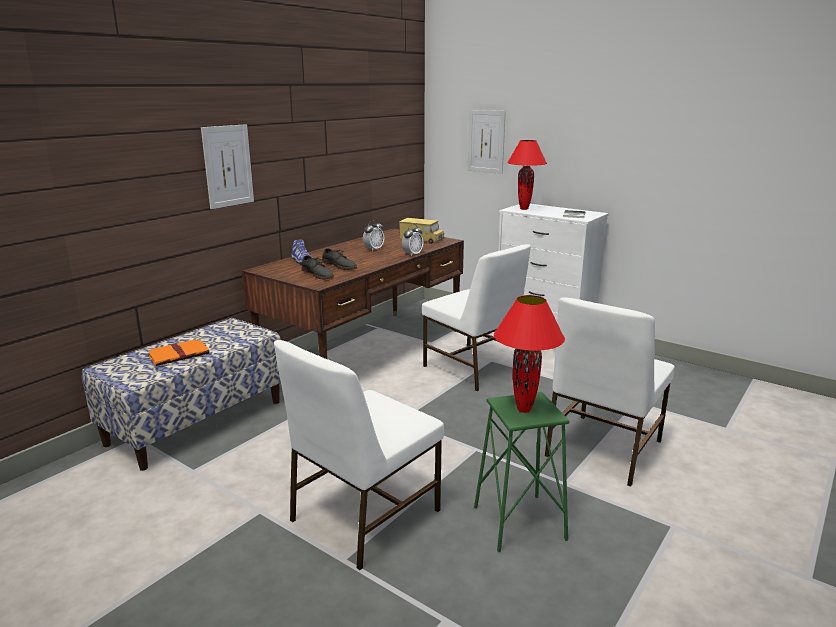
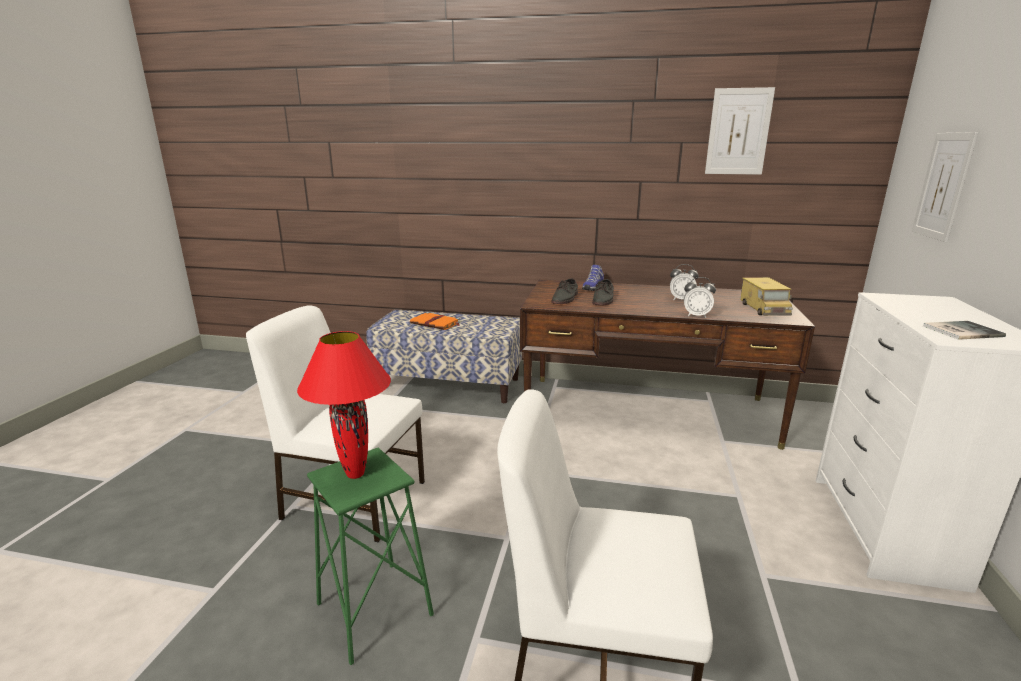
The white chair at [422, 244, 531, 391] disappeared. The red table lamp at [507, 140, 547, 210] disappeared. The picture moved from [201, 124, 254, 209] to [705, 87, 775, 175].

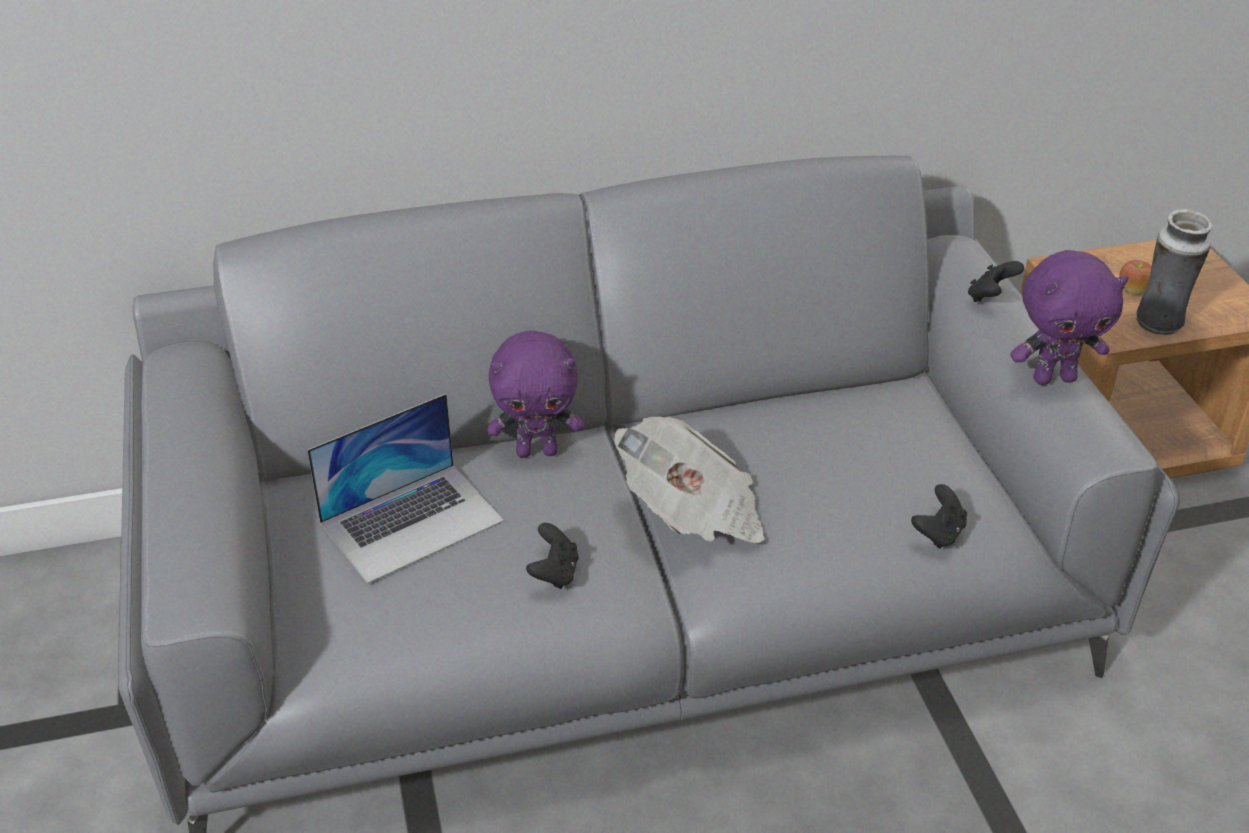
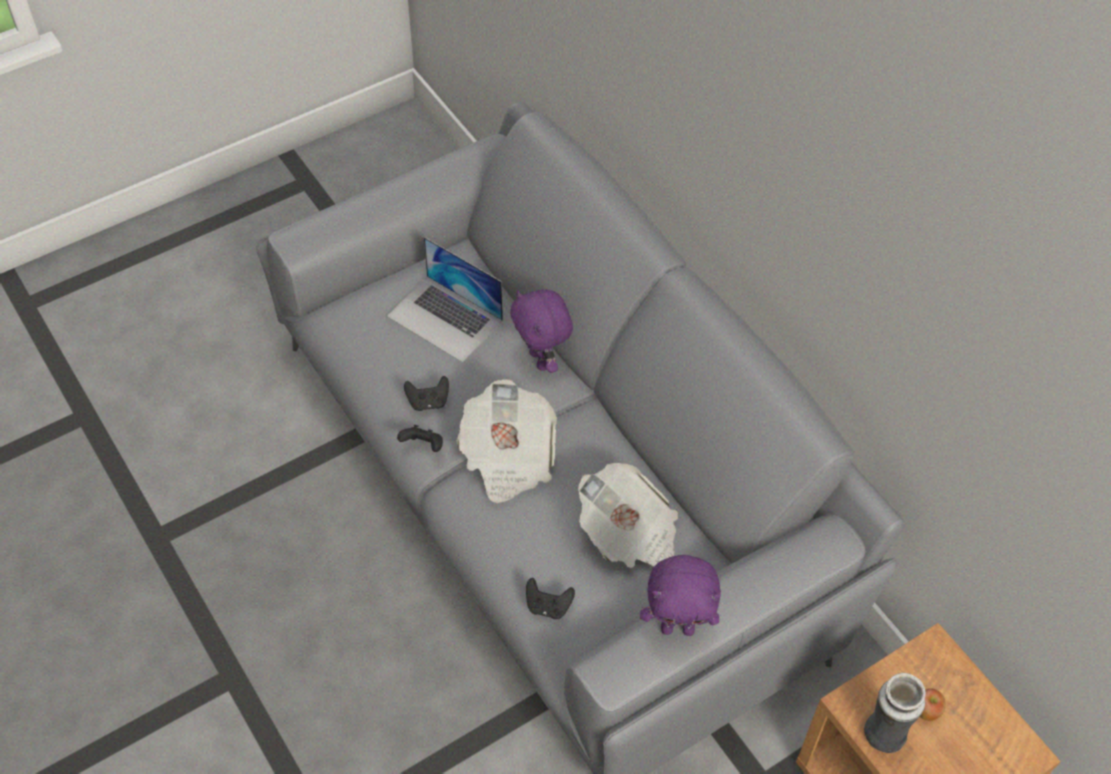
The newspaper at [578, 463, 678, 568] appeared. The black game controller moved from [968, 261, 1024, 302] to [397, 425, 443, 452]. The purple plush toy at [1010, 250, 1129, 385] turned 60 degrees counterclockwise.

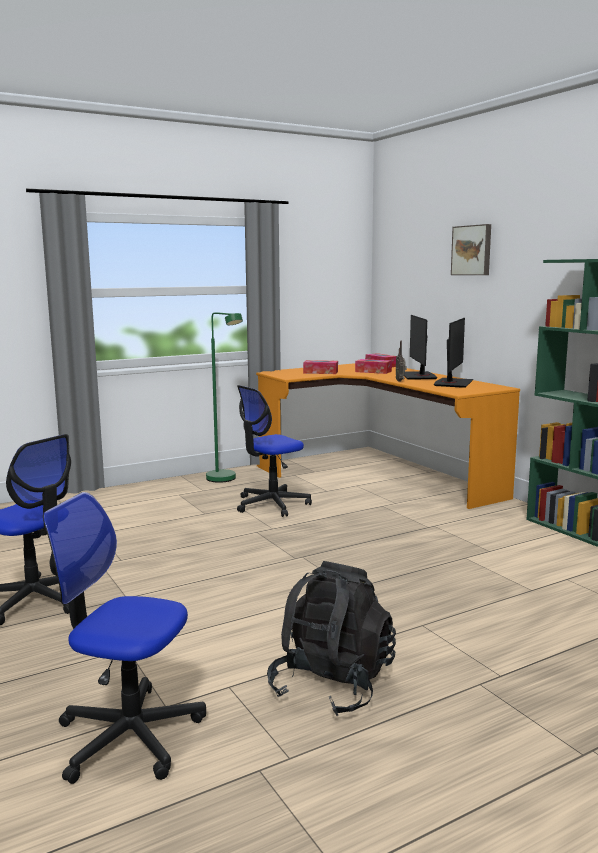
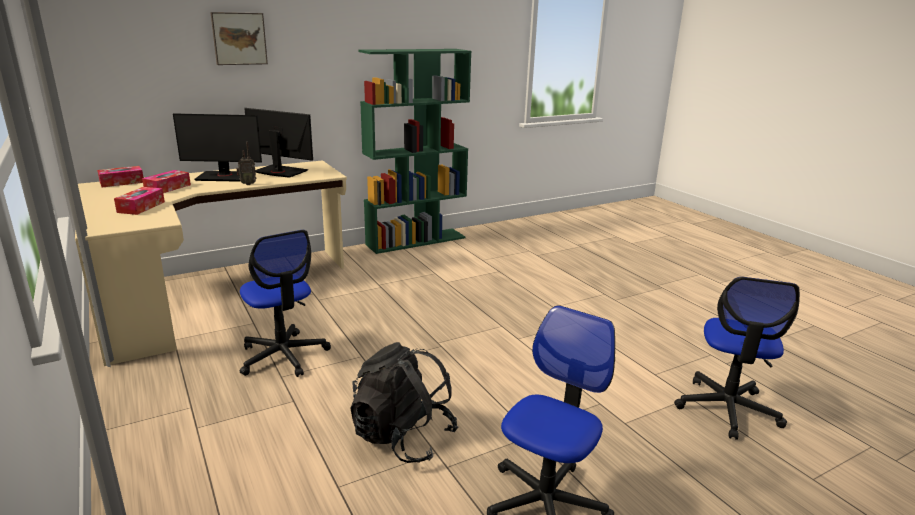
The green floor lamp at [206, 312, 243, 483] disappeared. The black backpack moved from [267, 561, 396, 716] to [350, 342, 458, 463]. The orange desk at [256, 363, 520, 509] became the beige desk at [75, 160, 347, 366].

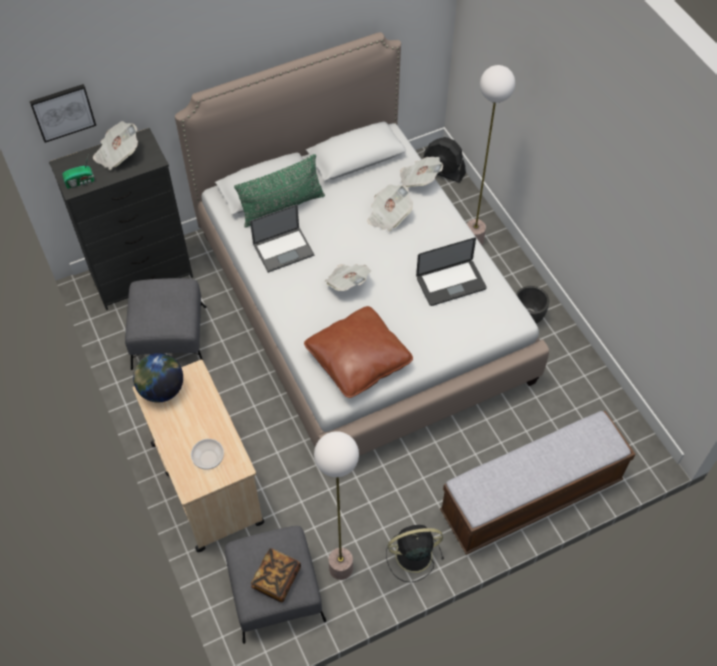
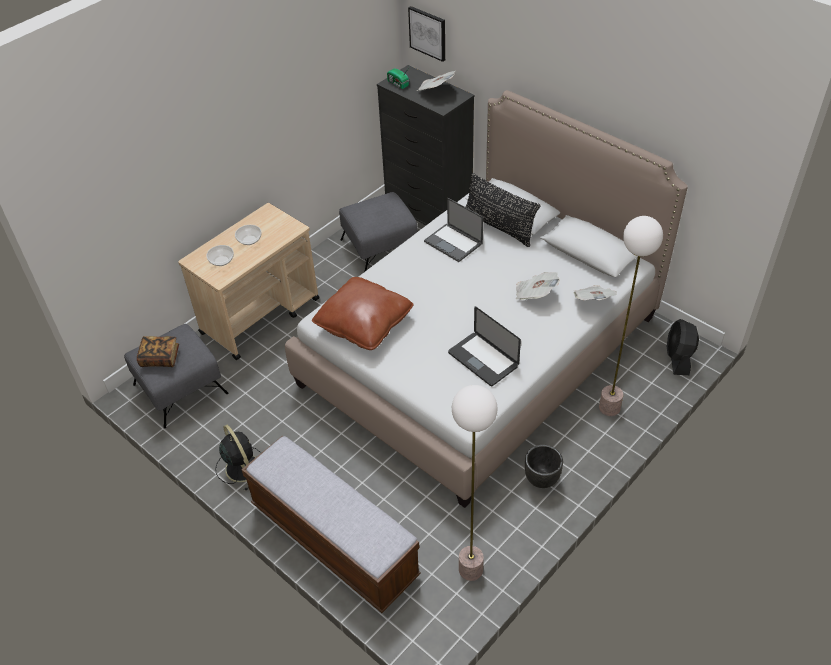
The globe at [133, 353, 183, 403] disappeared. The newspaper at [324, 264, 371, 291] disappeared. The bowl at [235, 225, 262, 245] appeared. The floor lamp moved from [314, 431, 359, 580] to [452, 385, 498, 581]. The green pillow at [234, 154, 325, 228] became the black pillow at [465, 173, 541, 247].

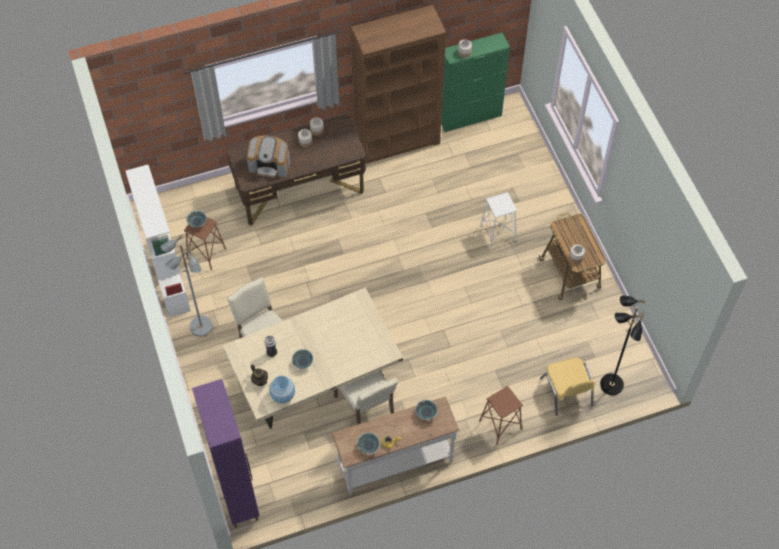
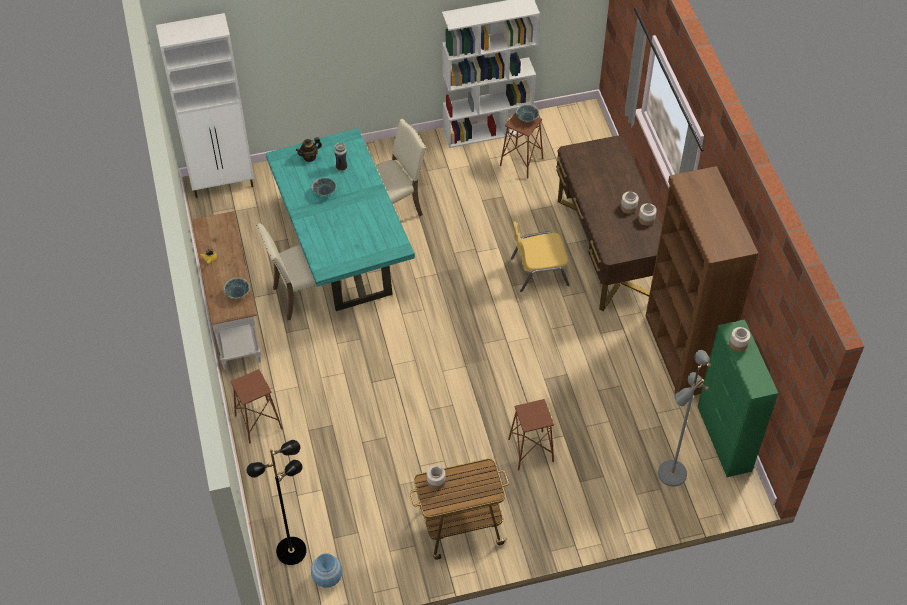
The coffee machine at [247, 135, 290, 178] disappeared. The bowl at [357, 433, 380, 454] disappeared. The grey floor lamp moved from [161, 235, 213, 336] to [658, 350, 711, 487]. The blue vase moved from [269, 376, 295, 403] to [311, 553, 343, 588]. The yellow chair moved from [540, 358, 595, 416] to [511, 221, 569, 292]. The purple cabinet at [192, 379, 260, 528] became the white cabinet at [156, 13, 254, 198]. The beige dining table at [223, 288, 403, 429] became the turquoise dining table at [266, 128, 415, 311]. The white stool at [480, 192, 517, 248] became the brown stool at [508, 399, 554, 471].

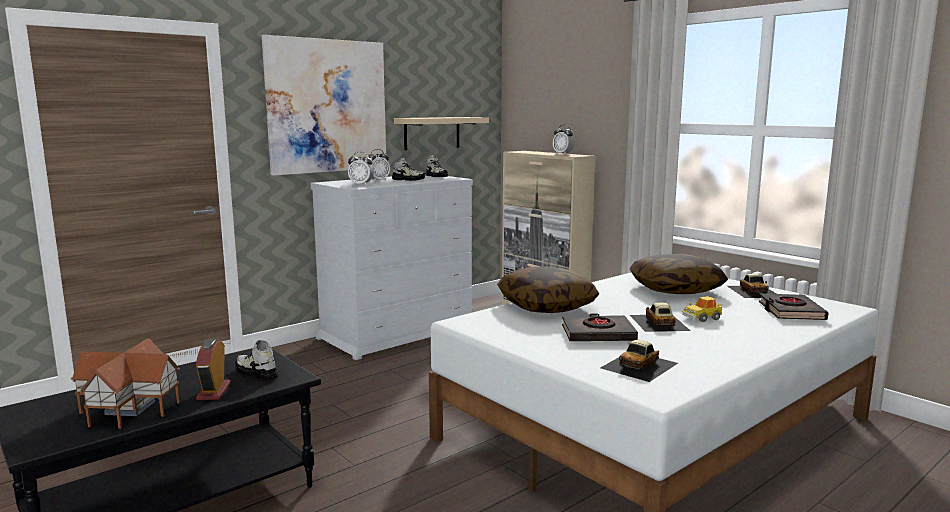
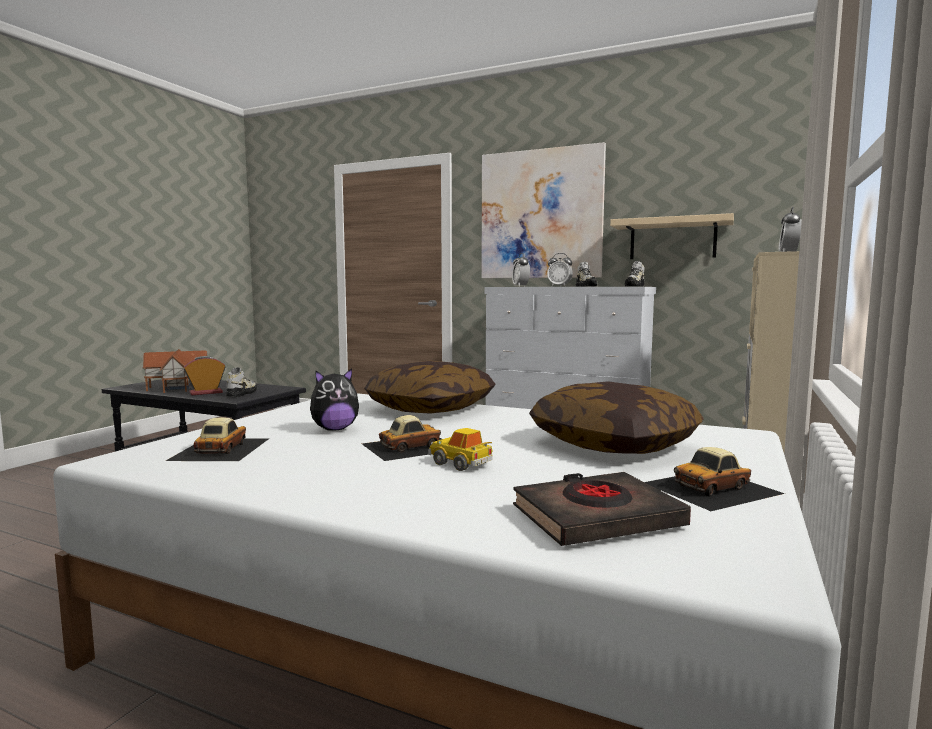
The black book at [562, 313, 638, 341] was replaced by the plush toy at [310, 368, 359, 431]. The toy car at [600, 340, 678, 382] turned 75 degrees clockwise.

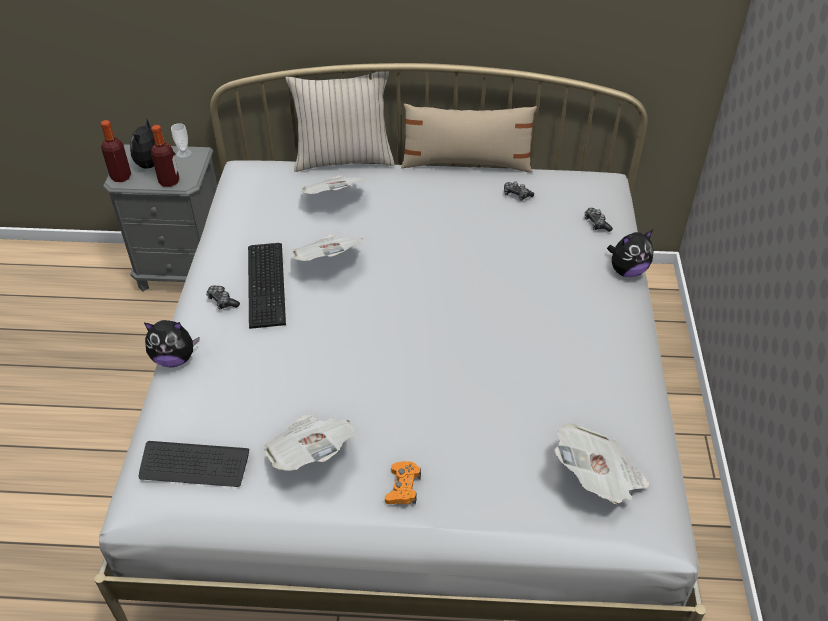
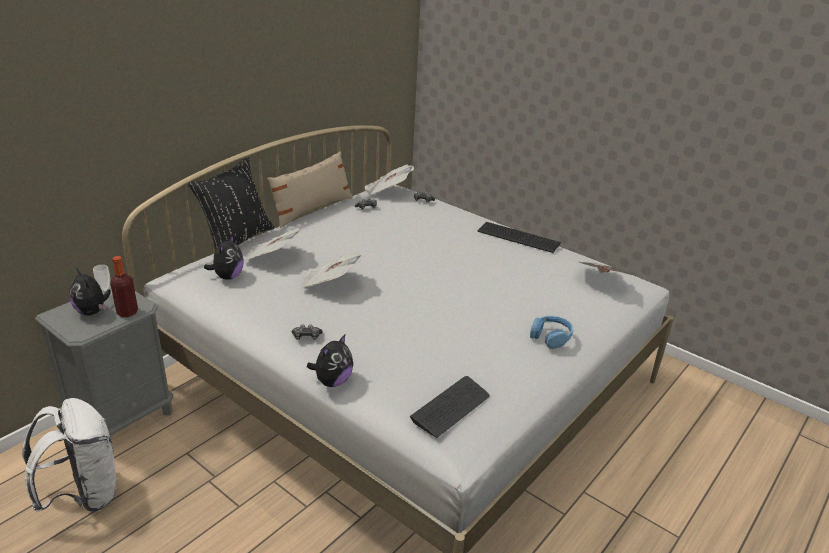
The bottle at [101, 120, 131, 182] disappeared. The white backpack at [22, 398, 118, 512] appeared. The keyboard moved from [248, 243, 286, 329] to [478, 222, 561, 253]. The newspaper moved from [264, 415, 355, 471] to [365, 165, 414, 195]. The plush toy moved from [607, 230, 654, 277] to [204, 235, 244, 280]. The orange game controller at [385, 461, 421, 505] was replaced by the blue headphones at [530, 316, 573, 349]. The beige pillow at [286, 71, 395, 172] became the black pillow at [188, 157, 274, 251].

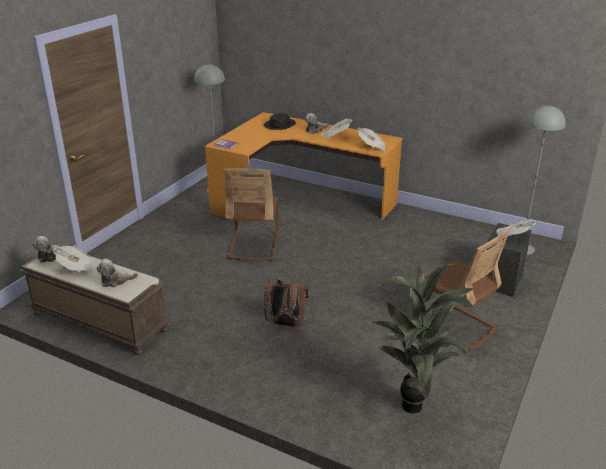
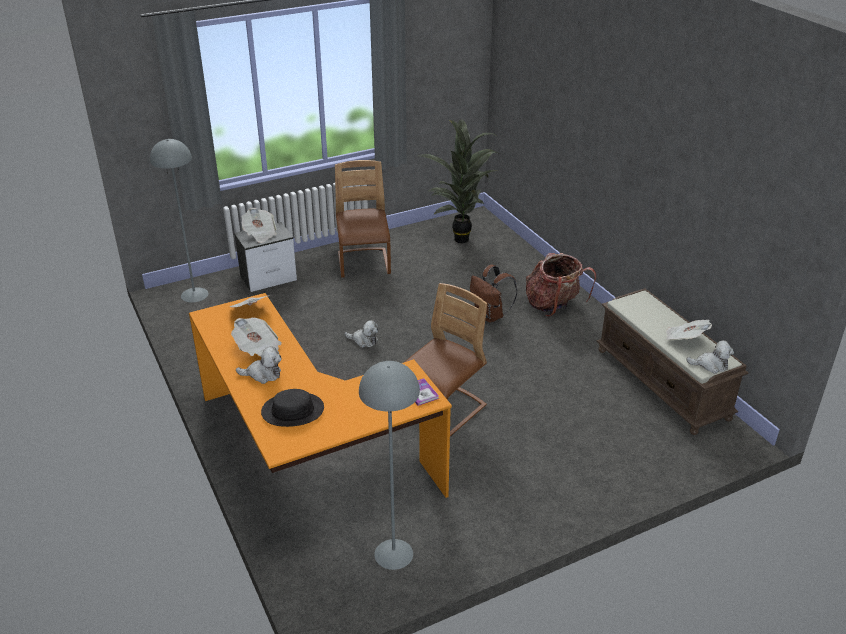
The backpack at [526, 253, 596, 317] appeared. The plush toy moved from [96, 259, 138, 287] to [344, 320, 378, 348].

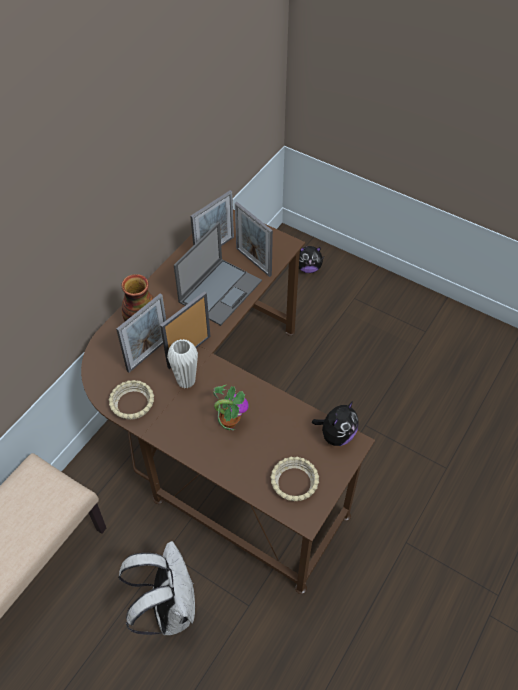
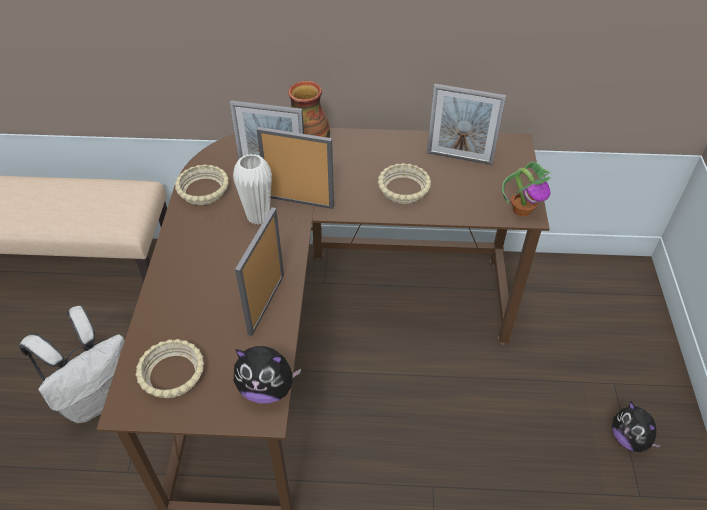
The potted plant moved from [213, 384, 249, 430] to [502, 162, 551, 217]. The picture frame moved from [235, 202, 273, 277] to [235, 207, 284, 336]. The plush toy moved from [299, 246, 324, 273] to [612, 402, 662, 452]. The laptop at [174, 222, 262, 326] was replaced by the beige bowl at [378, 163, 431, 204].

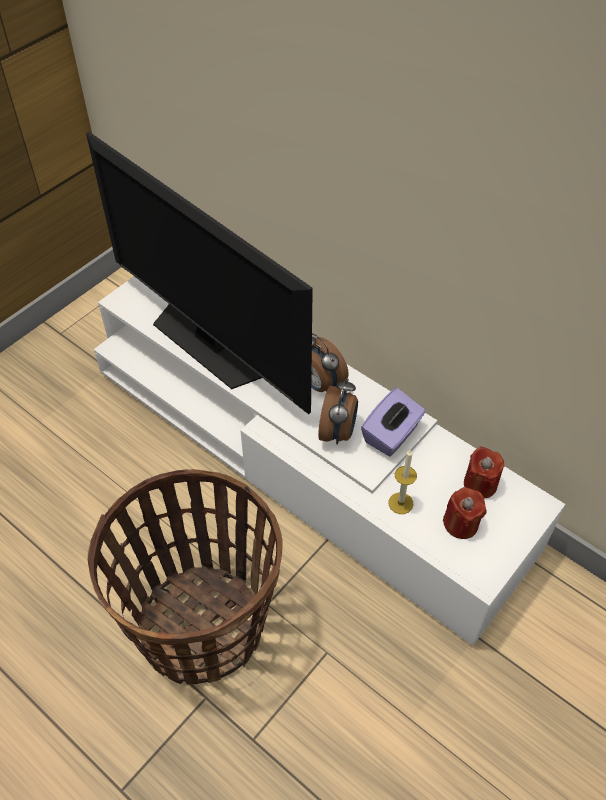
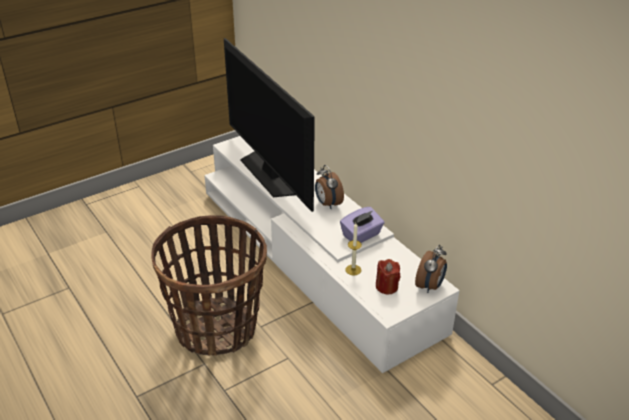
The red candle at [464, 446, 504, 499] disappeared. The alarm clock moved from [318, 378, 358, 445] to [415, 245, 447, 293].

